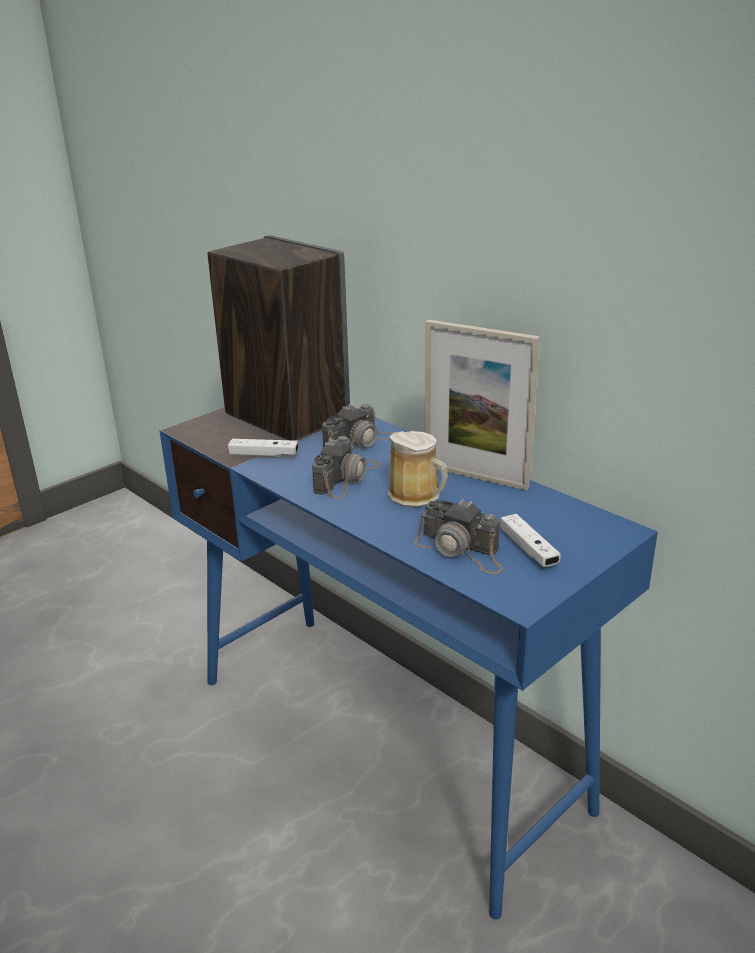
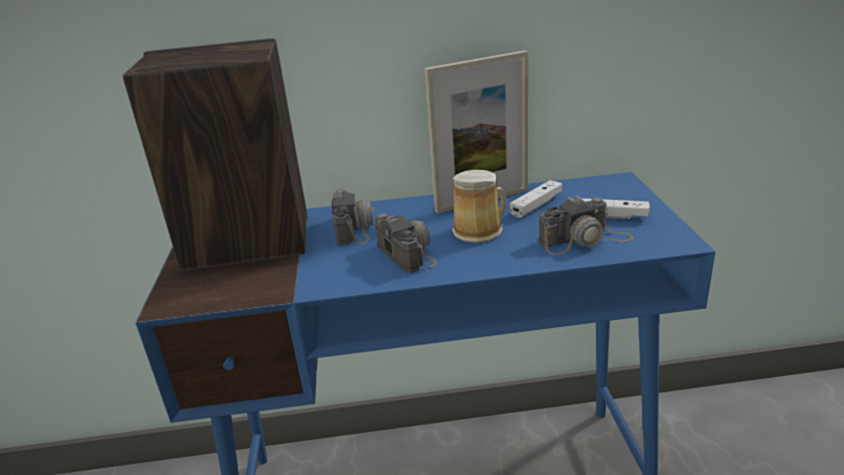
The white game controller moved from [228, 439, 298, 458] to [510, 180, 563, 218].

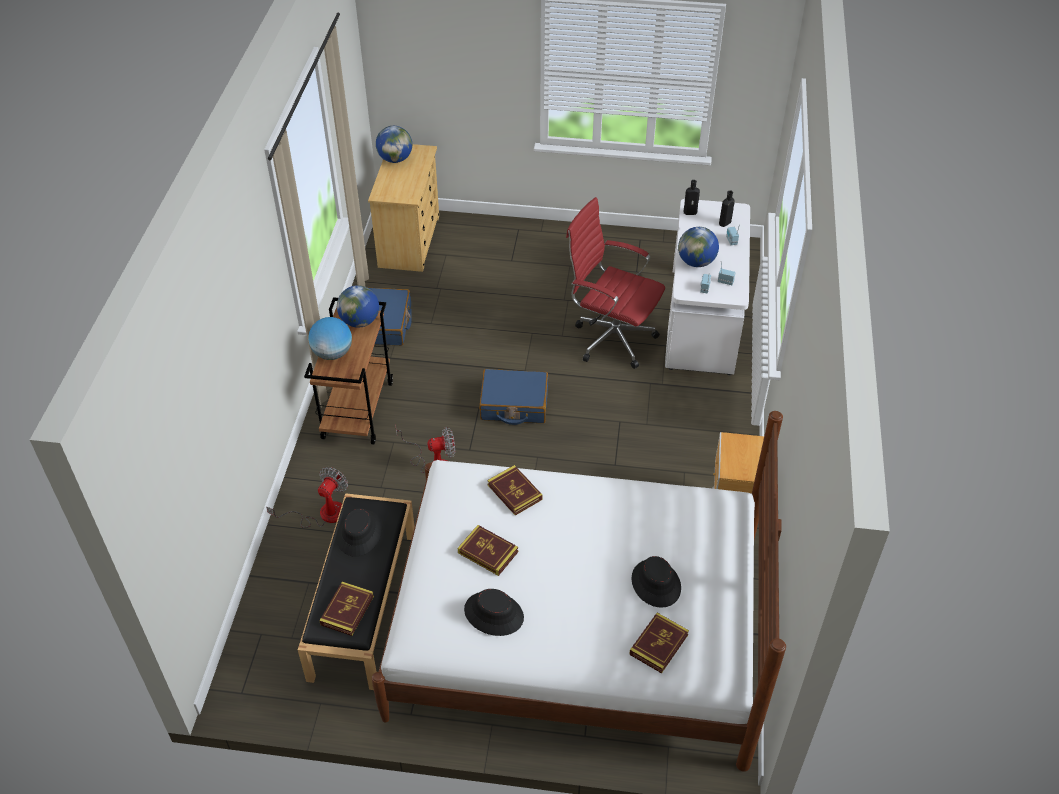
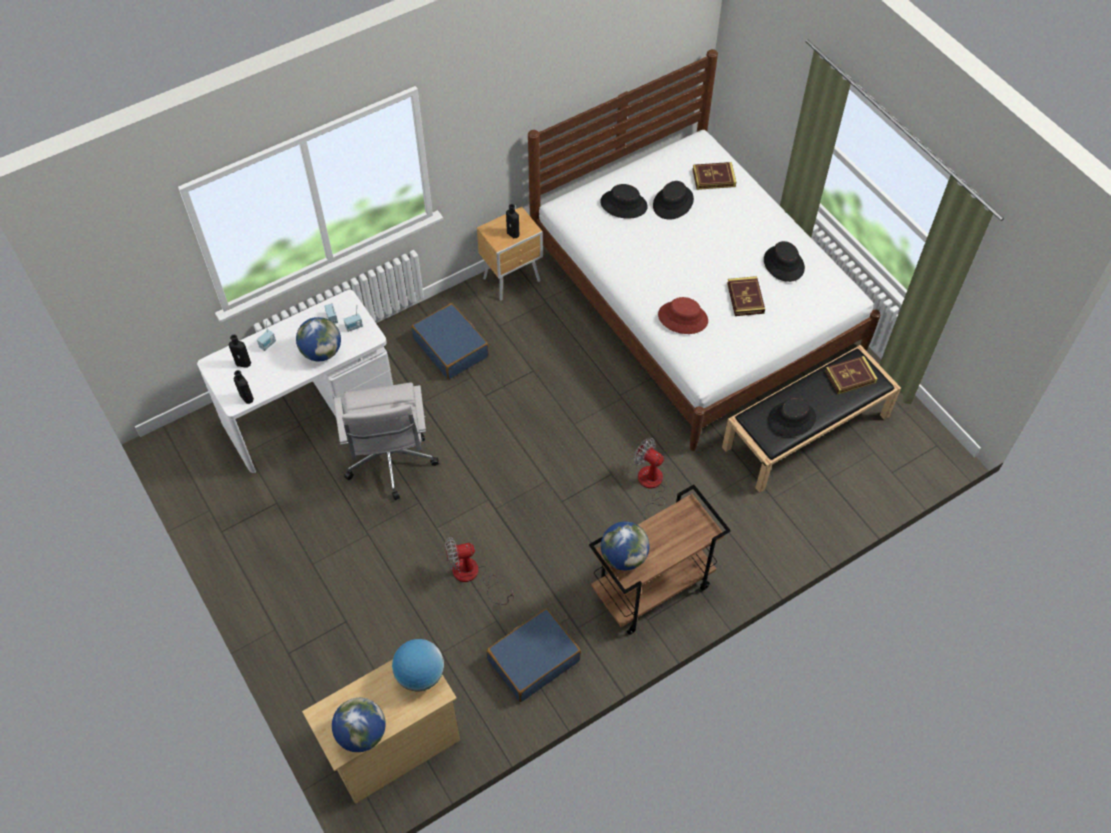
The black bottle at [506, 204, 519, 238] appeared. The black hat at [600, 184, 648, 219] appeared. The fan moved from [266, 467, 348, 528] to [445, 537, 514, 605]. The globe moved from [308, 317, 352, 360] to [392, 639, 444, 691]. The blue suitcase moved from [479, 369, 548, 425] to [412, 303, 489, 379]. The book at [487, 465, 542, 516] was replaced by the red hat at [658, 297, 708, 334]. The red office chair at [566, 197, 665, 369] became the white office chair at [334, 382, 439, 500].

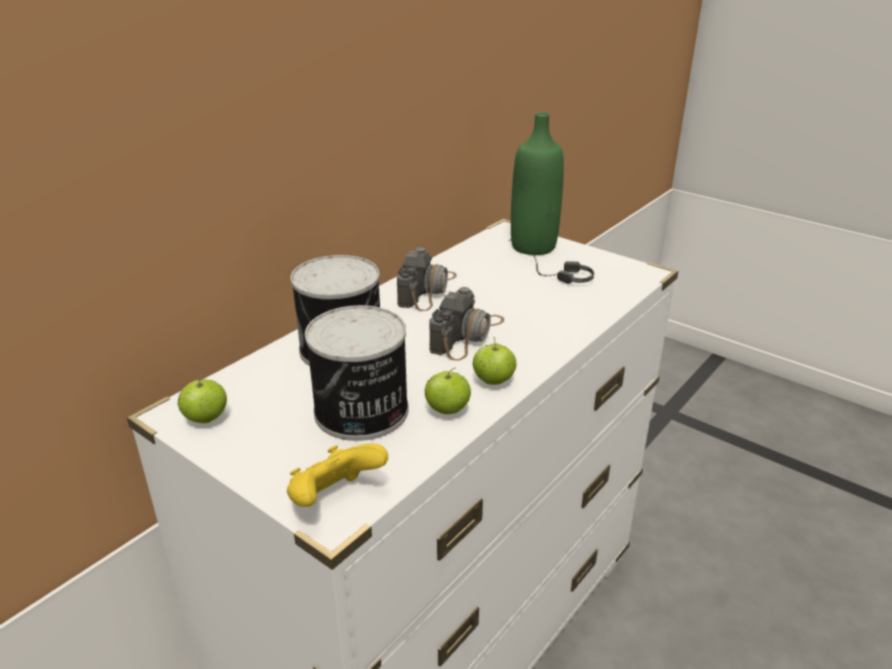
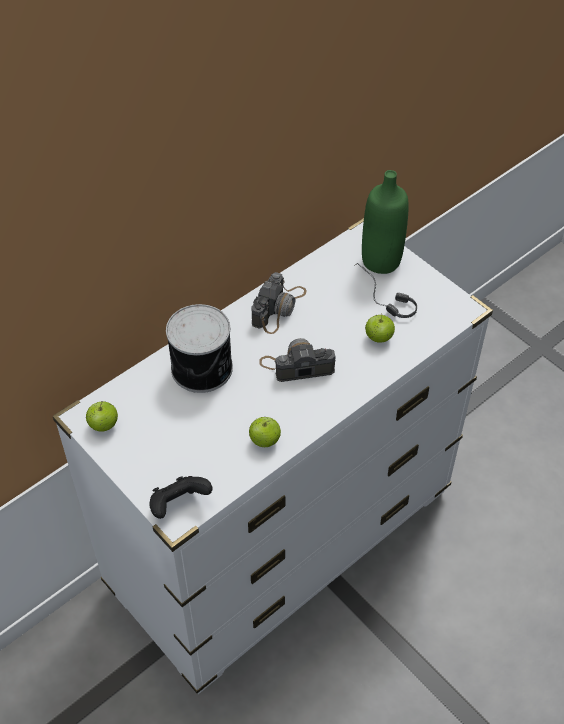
The can at [305, 305, 409, 441] disappeared. The apple moved from [473, 337, 517, 385] to [365, 313, 395, 343]. The yellow game controller at [287, 443, 388, 507] became the black game controller at [149, 476, 212, 519]. The photo camera at [429, 287, 504, 361] turned 135 degrees counterclockwise.

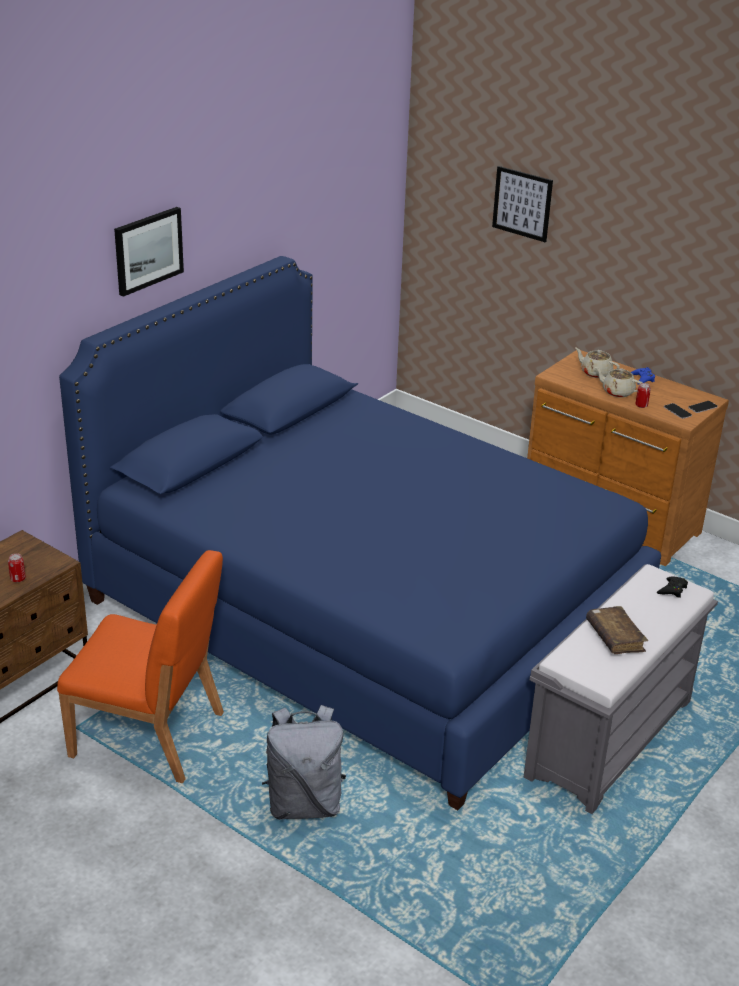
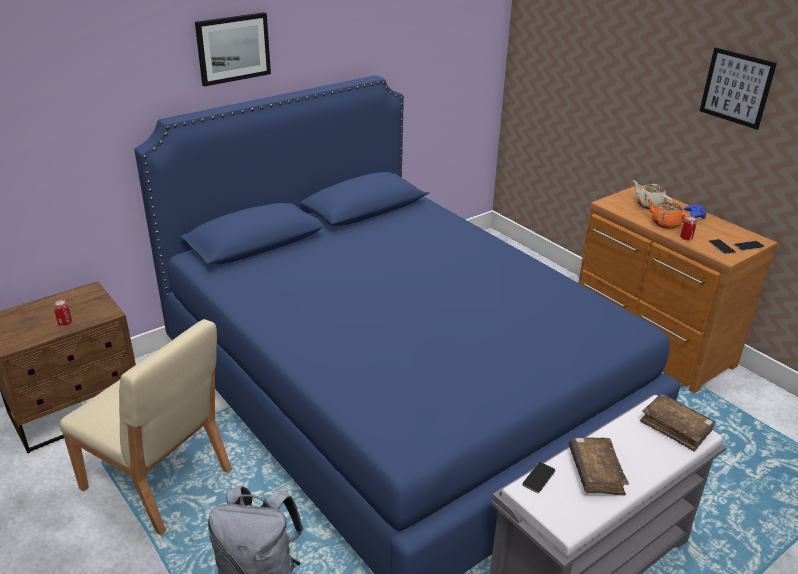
The phone at [522, 462, 556, 493] appeared. The picture moved from [492, 166, 553, 242] to [700, 47, 777, 130]. The black game controller at [657, 576, 688, 598] was replaced by the brown book at [640, 393, 715, 452]. The orange chair at [57, 550, 224, 783] became the beige chair at [60, 319, 232, 535]. The beige teapot at [595, 367, 642, 397] became the orange teapot at [646, 198, 689, 229].

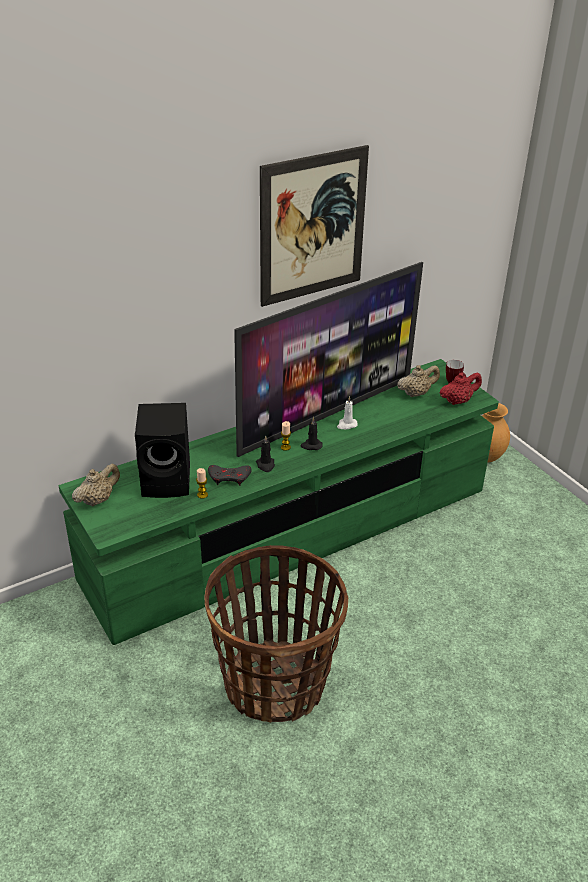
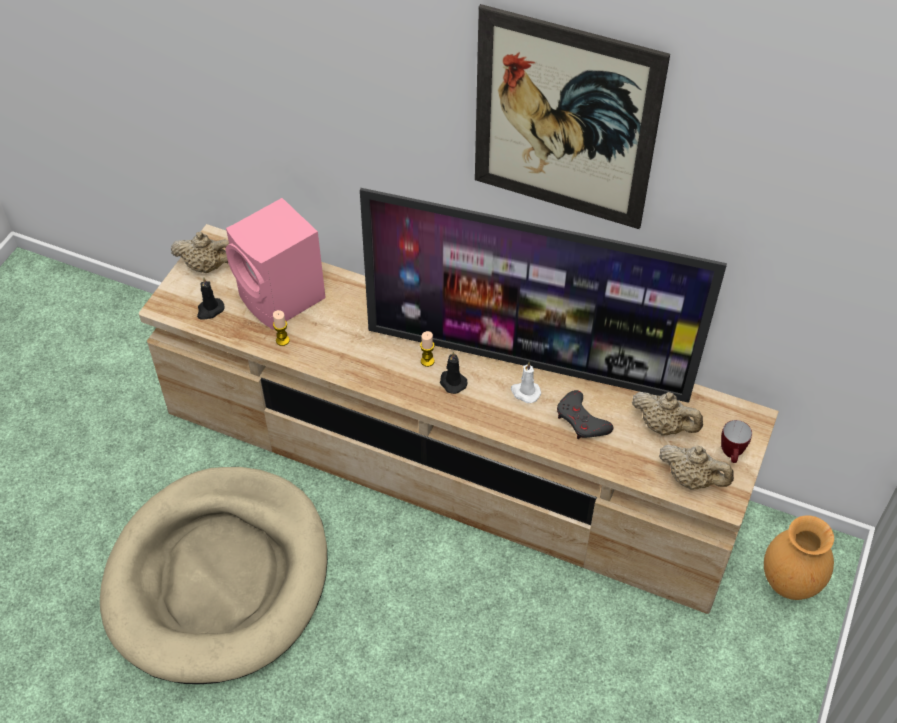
The grey game controller moved from [208, 465, 252, 486] to [557, 390, 614, 439]. The black candle moved from [256, 435, 275, 472] to [197, 277, 224, 320]. The basket at [204, 545, 348, 723] was replaced by the beige dog bed at [100, 467, 328, 684]. The green tv stand at [58, 359, 499, 645] became the beige tv stand at [139, 224, 779, 614]. The black speaker at [135, 403, 190, 498] became the pink speaker at [225, 198, 326, 330]. The red teapot at [439, 372, 482, 405] became the beige teapot at [659, 445, 734, 490].

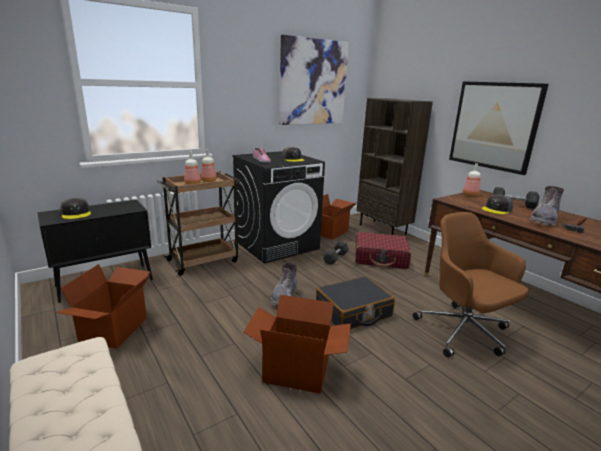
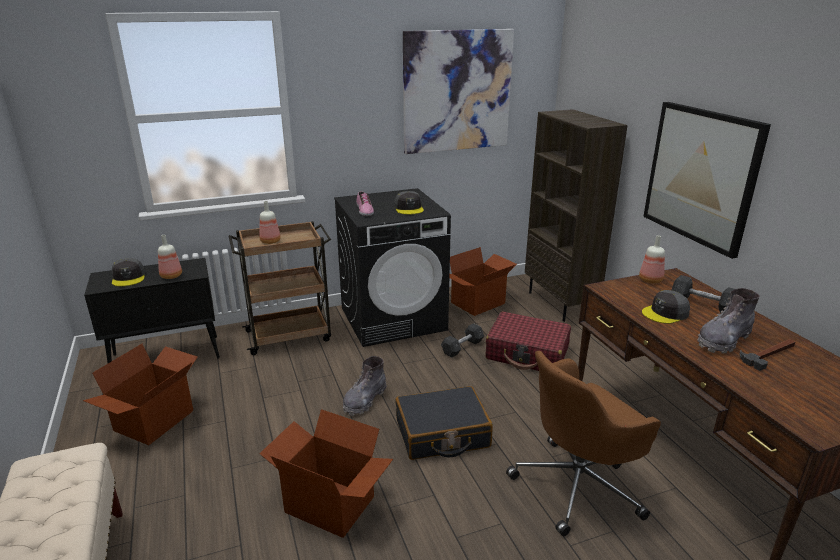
The bottle moved from [201, 149, 217, 182] to [158, 235, 182, 279]. The brown office chair at [413, 212, 529, 357] turned 105 degrees counterclockwise.

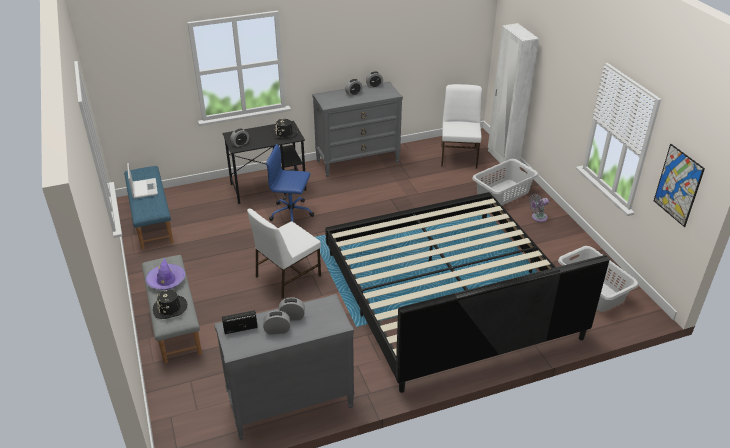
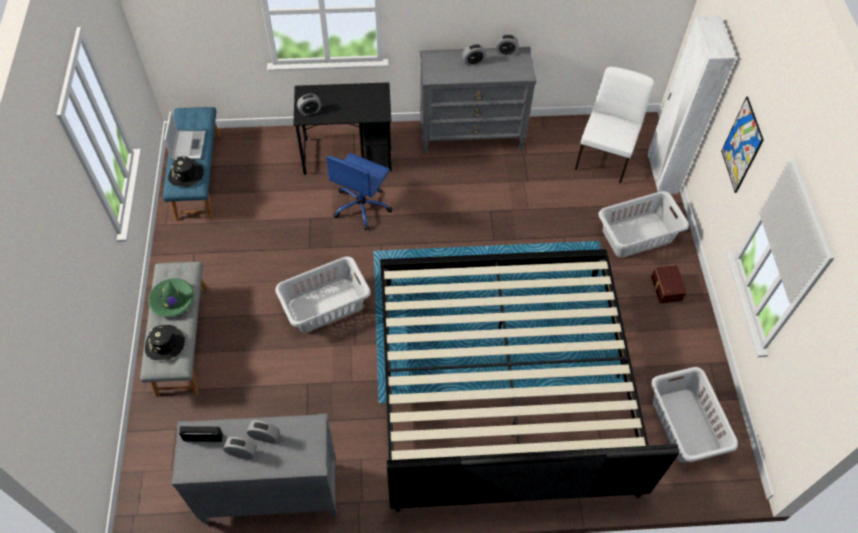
The black hat moved from [272, 118, 298, 139] to [168, 156, 204, 187]. The picture moved from [654, 144, 705, 227] to [721, 96, 764, 193]. The white chair at [247, 209, 321, 299] was replaced by the grey laundry basket at [275, 257, 371, 333]. The grey fan at [529, 194, 549, 222] was replaced by the brown storage box at [651, 265, 687, 303]. The purple hat at [146, 258, 185, 290] became the green hat at [148, 278, 194, 317]. The blue office chair at [266, 144, 314, 222] turned 90 degrees counterclockwise.

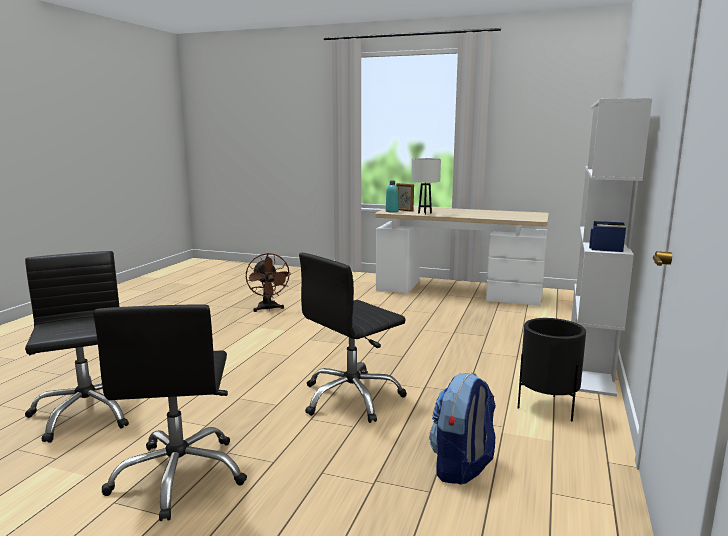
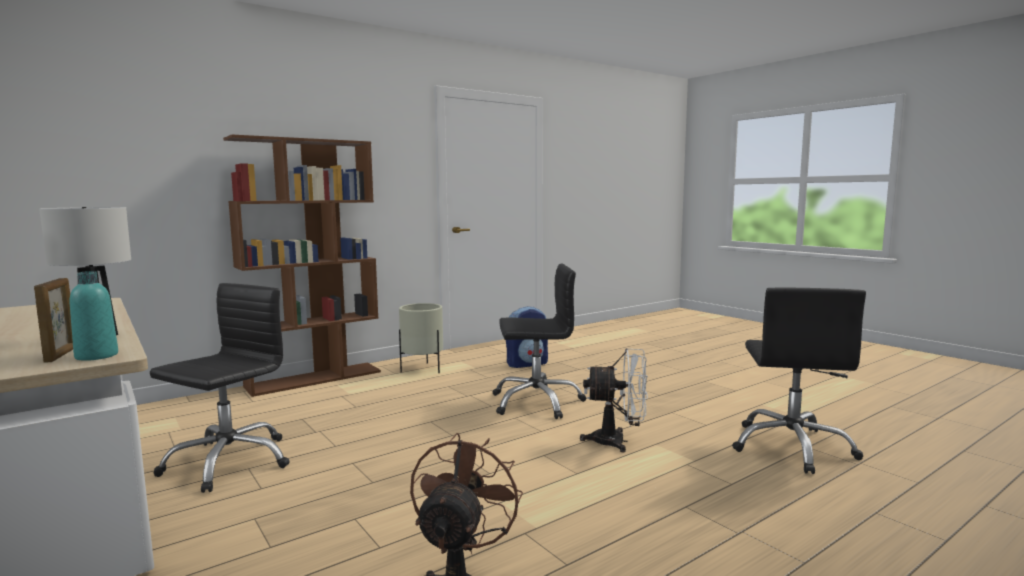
The white fan at [580, 348, 648, 453] appeared. The black office chair moved from [93, 305, 247, 521] to [150, 283, 289, 493]. The black planter at [518, 318, 586, 421] became the beige planter at [399, 303, 443, 373]. The white bookcase at [571, 98, 652, 397] became the brown bookcase at [223, 135, 381, 397].

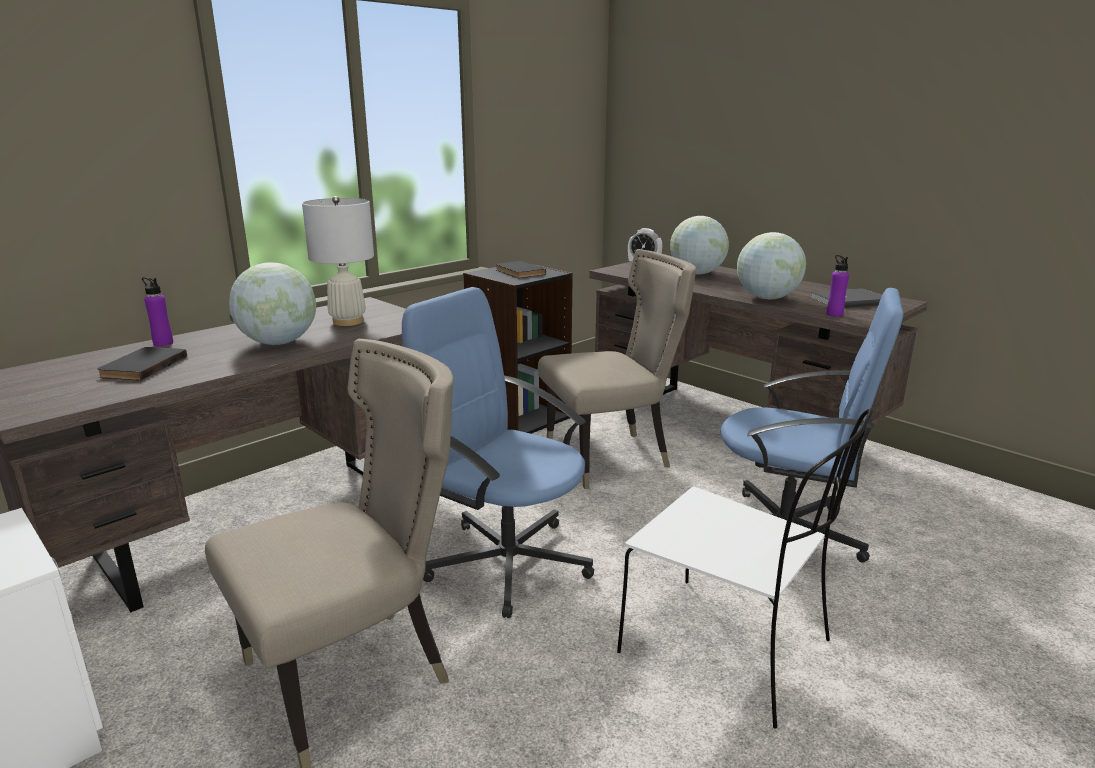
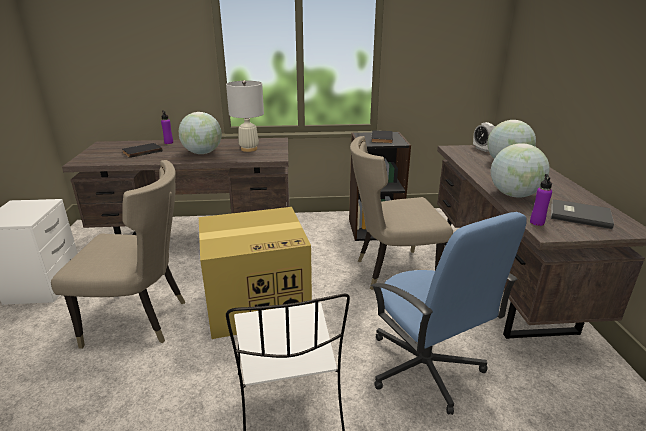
The blue office chair at [402, 287, 594, 618] was replaced by the cardboard box at [199, 207, 312, 339]. The beige chair at [538, 249, 697, 489] turned 150 degrees clockwise.

